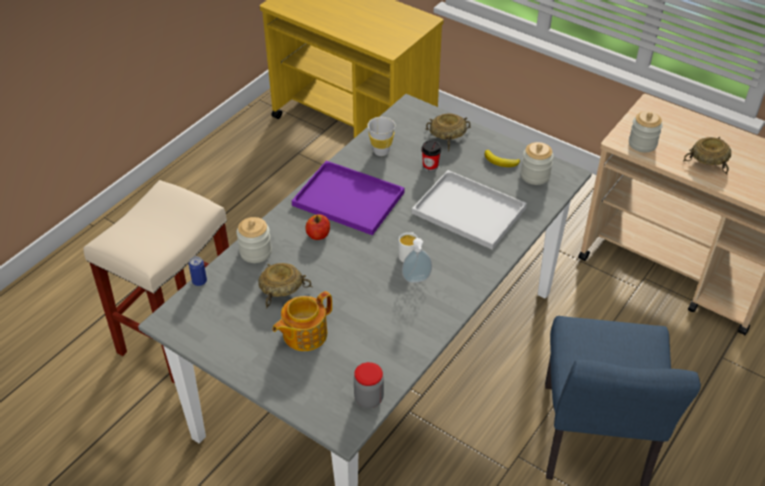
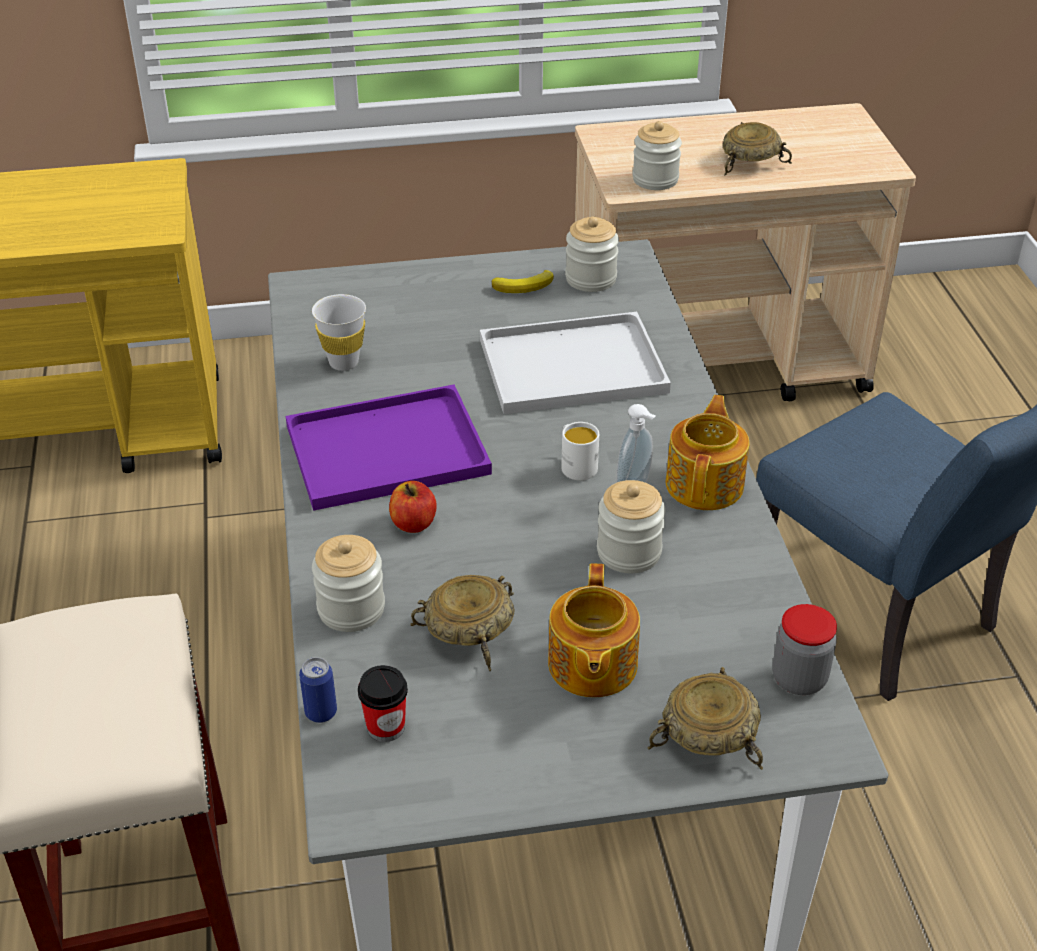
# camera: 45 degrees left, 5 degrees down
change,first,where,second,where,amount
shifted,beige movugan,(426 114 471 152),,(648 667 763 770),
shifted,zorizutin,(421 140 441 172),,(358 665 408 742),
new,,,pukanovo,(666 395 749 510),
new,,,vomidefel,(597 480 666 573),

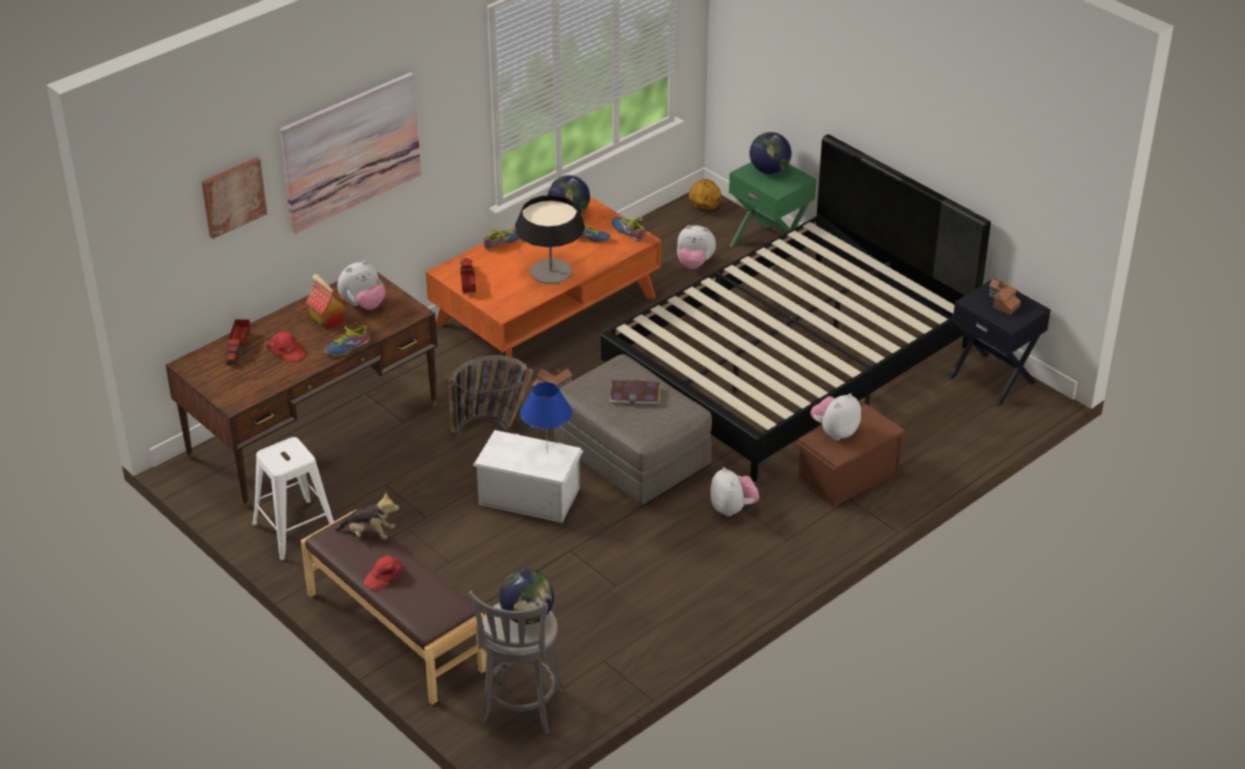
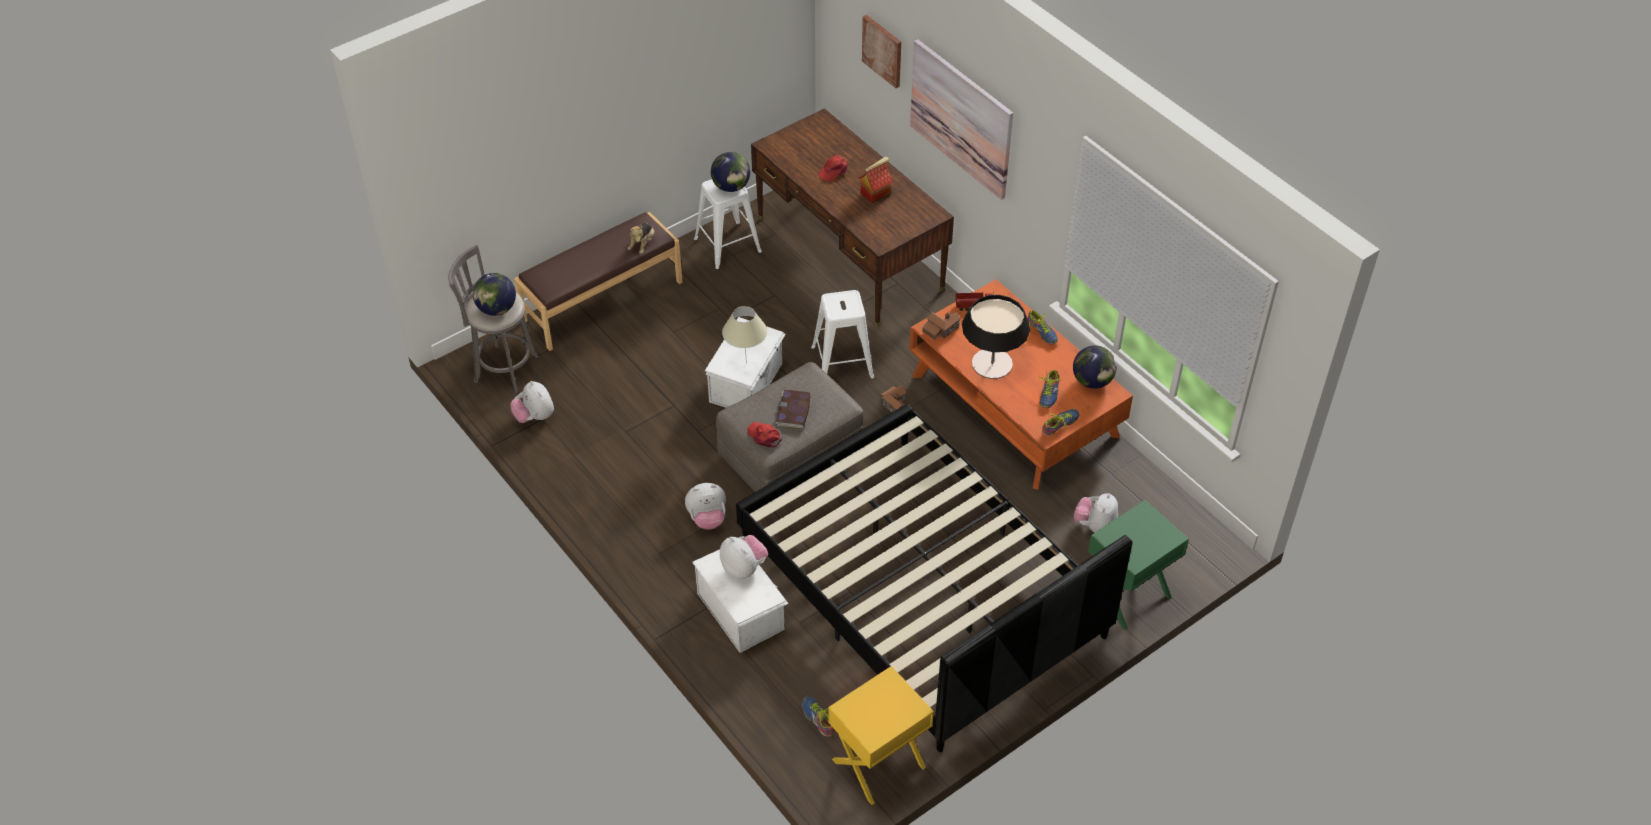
# camera: 95 degrees right, 10 degrees up
change,first,where,second,where,amount
shifted,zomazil,(750 132 792 174),,(711 152 750 192),
gone,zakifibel,(689 179 721 210),,,
shifted,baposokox,(337 260 386 310),,(510 381 554 423),
repainted,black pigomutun,(949 278 1051 407),yellow pigomutun,(828 666 934 805),
shifted,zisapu,(989 279 1021 315),,(922 312 961 340),
gone,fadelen,(226 319 251 365),,,
shifted,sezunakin,(324 323 370 356),,(802 696 835 737),
swapped,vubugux,(448 355 534 439),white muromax,(811 290 874 379),
repainted,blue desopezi,(520 382 572 453),beige desopezi,(722 306 767 363),
repainted,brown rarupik,(795 404 905 508),white rarupik,(692 549 789 653),
shifted,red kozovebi,(363 555 403 591),,(747 422 782 448),

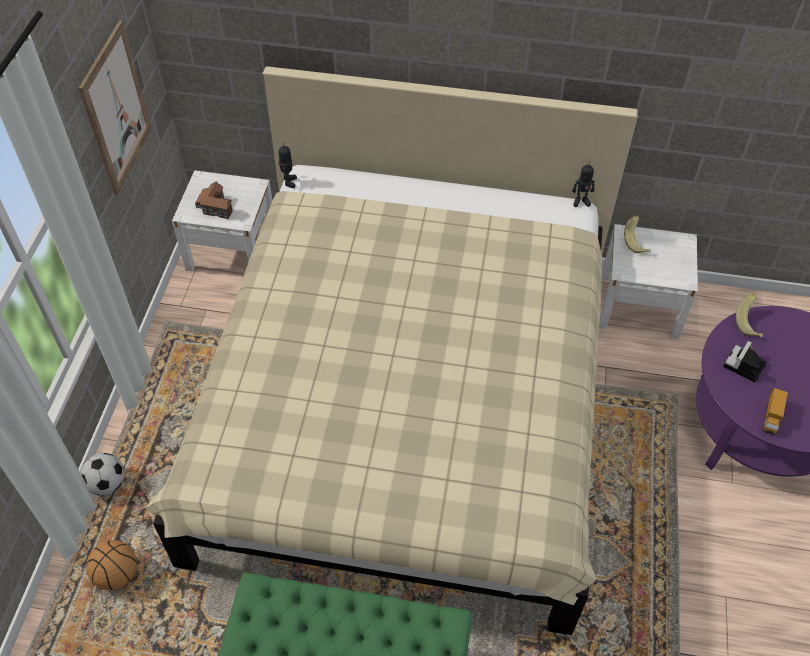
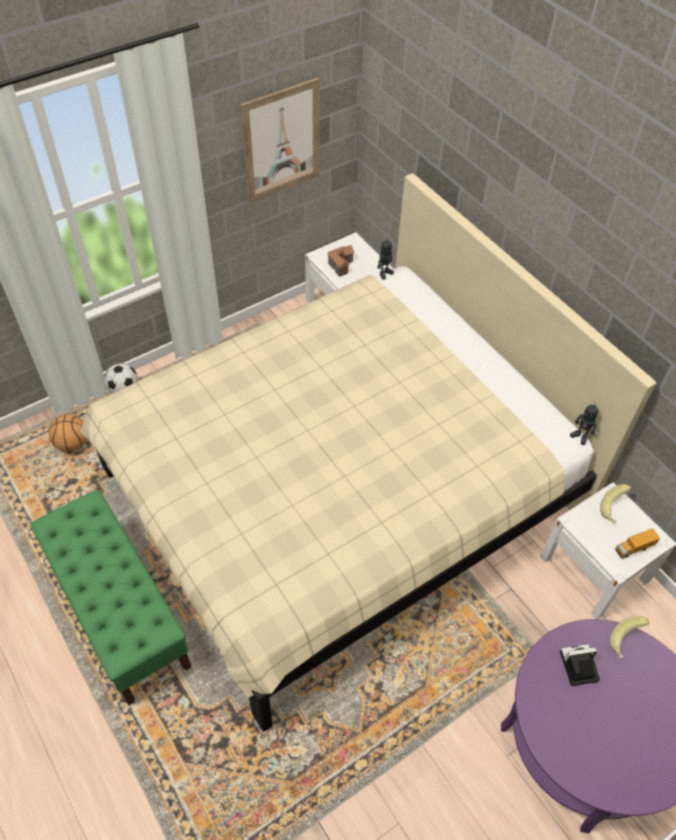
# camera: 45 degrees right, 0 degrees up
change,first,where,second,where,amount
shifted,fadelen,(762 388 788 435),,(615 528 660 559),

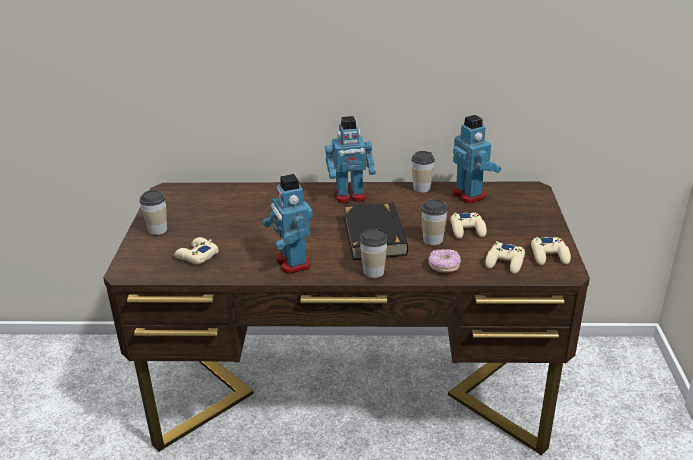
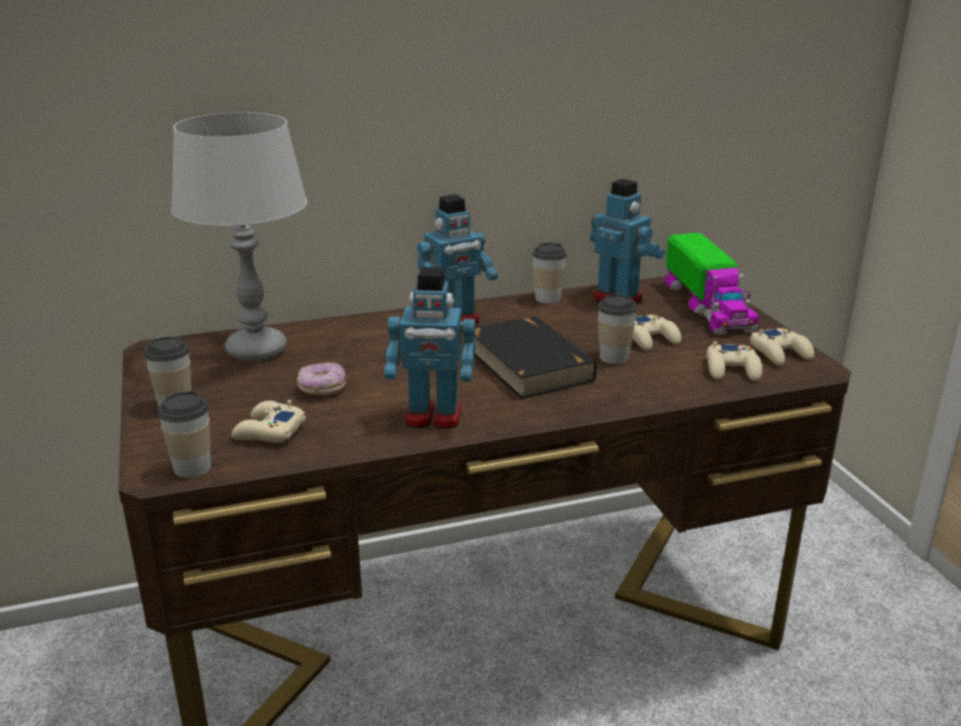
# camera: 20 degrees left, 5 degrees down
change,first,where,second,where,amount
rotated,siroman,(262 174 313 274),,(384 267 476 429),45 degrees counterclockwise
shifted,zorizutin,(360 229 388 278),,(158 390 211 478),
shifted,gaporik,(428 249 461 273),,(297 362 347 395),
new,,,grey desopezi,(171 113 307 362),
new,,,fadelen,(665 233 759 335),

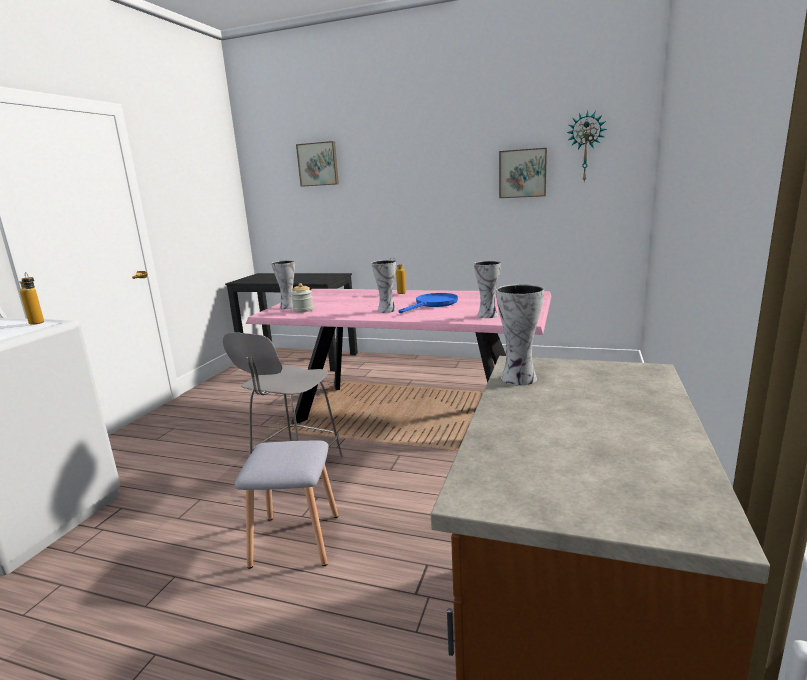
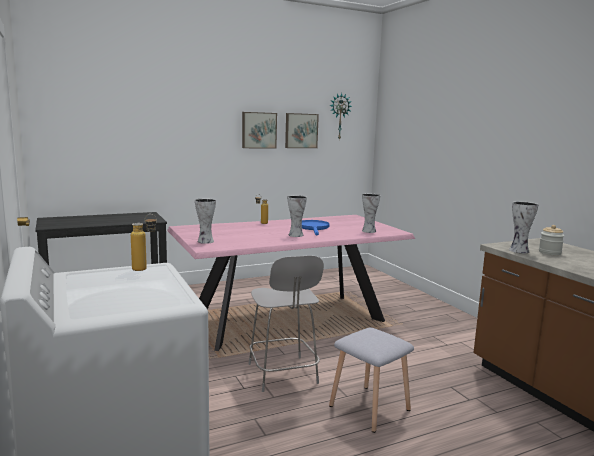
# camera: 45 degrees left, 5 degrees down
change,first,where,second,where,amount
shifted,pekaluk,(296 141 339 187),,(242 112 277 148),
shifted,vomidefel,(291 283 313 313),,(539 225 564 255),

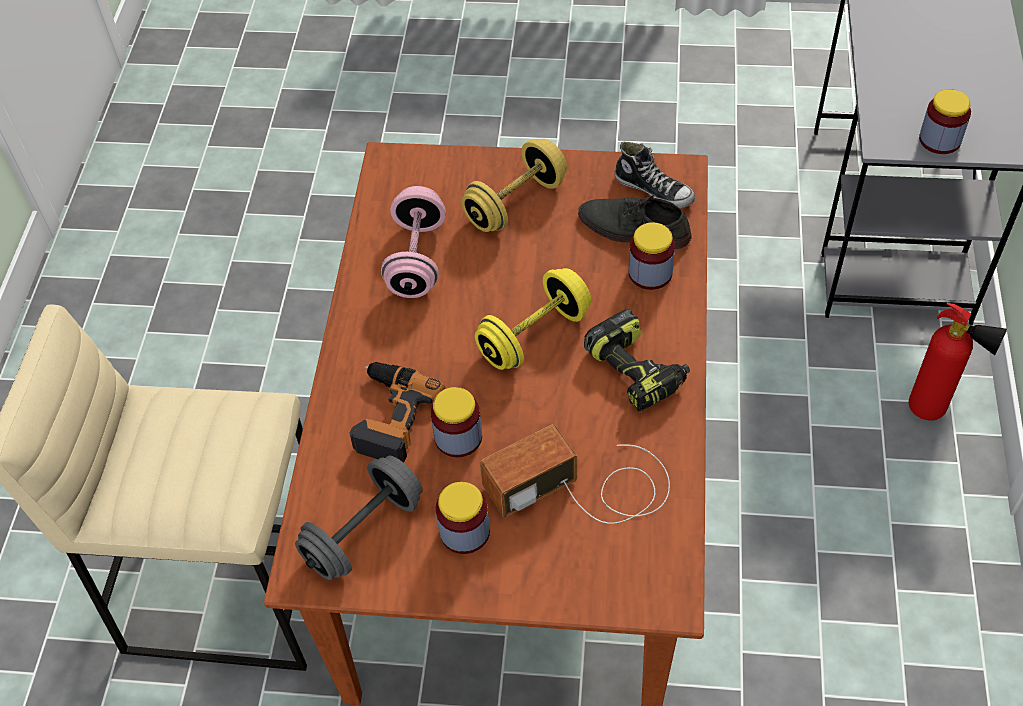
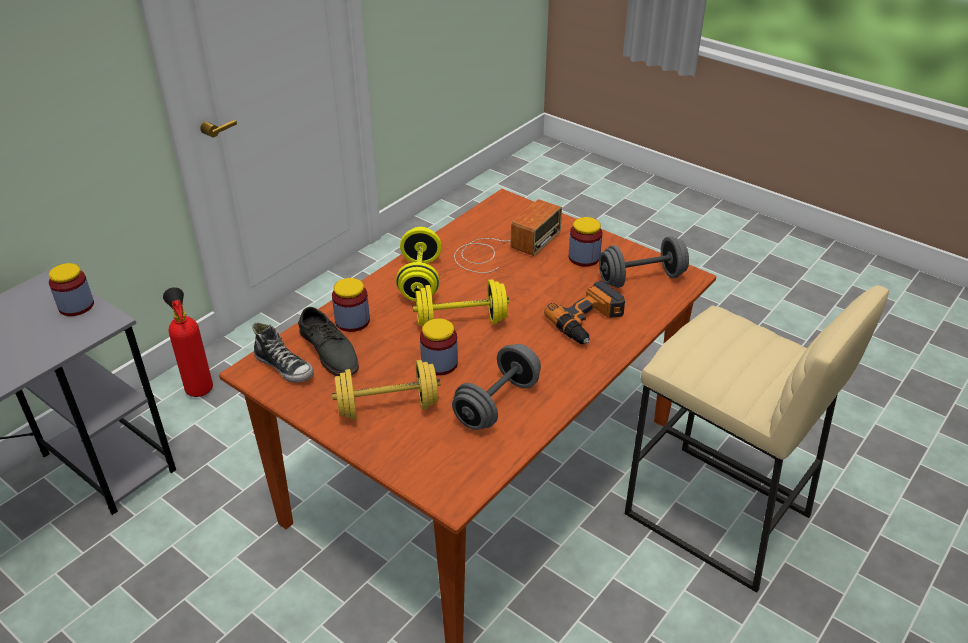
# camera: 150 degrees left, 15 degrees down
change,first,where,second,where,amount
rotated,sezunakin,(615 142 695 208),,(252 323 314 382),150 degrees clockwise
repainted,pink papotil,(381 186 446 298),grey papotil,(452 344 541 430),
swapped,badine,(584 309 690 412),yellow papotil,(396 227 441 301),
shifted,vomidefel,(430 387 482 457),,(420 318 458 376),
rotated,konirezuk,(480 424 670 524),,(454 199 562 273),60 degrees counterclockwise

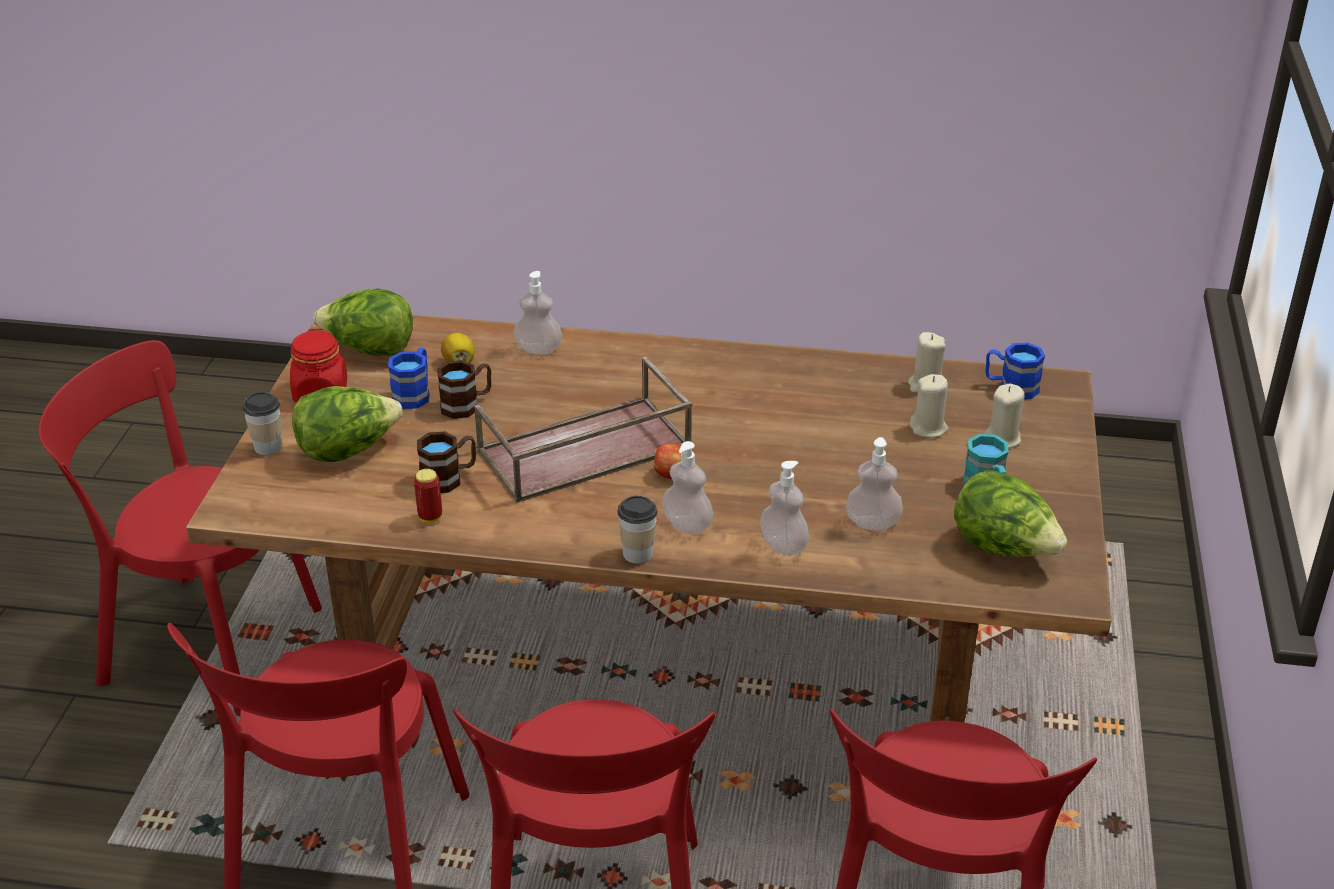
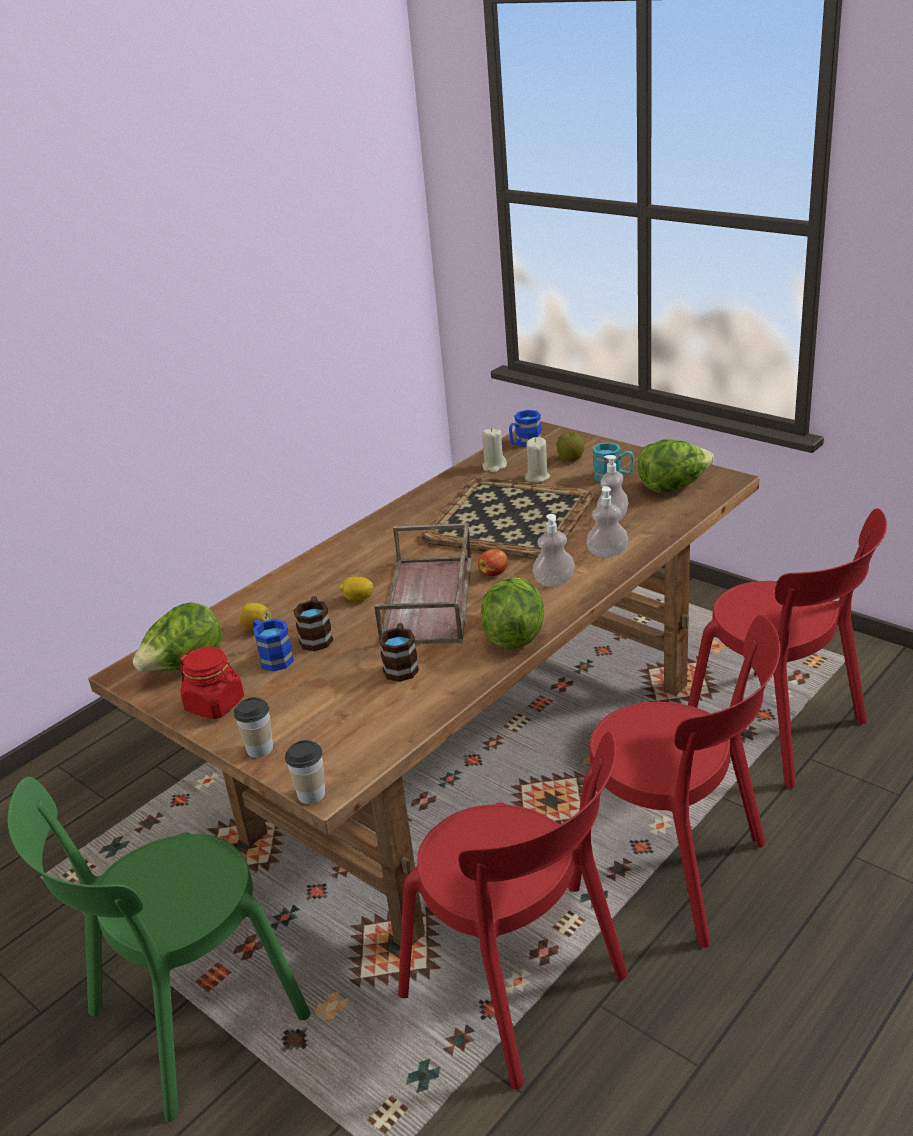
# camera: 55 degrees left, 5 degrees down
change,first,where,second,where,amount
gone,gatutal,(514 271 562 355),,,
repainted,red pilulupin,(39 340 322 716),green pilulupin,(8 777 310 1122),
swapped,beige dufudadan,(984 384 1025 448),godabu,(556 432 584 462),
shifted,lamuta,(292 386 403 462),,(481 578 544 649),
gone,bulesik,(414 469 442 523),,,
shifted,zorizutin,(618 496 657 564),,(285 740 325 804),
new,,,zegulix,(421 477 594 559),
new,,,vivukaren,(339 577 374 601),

